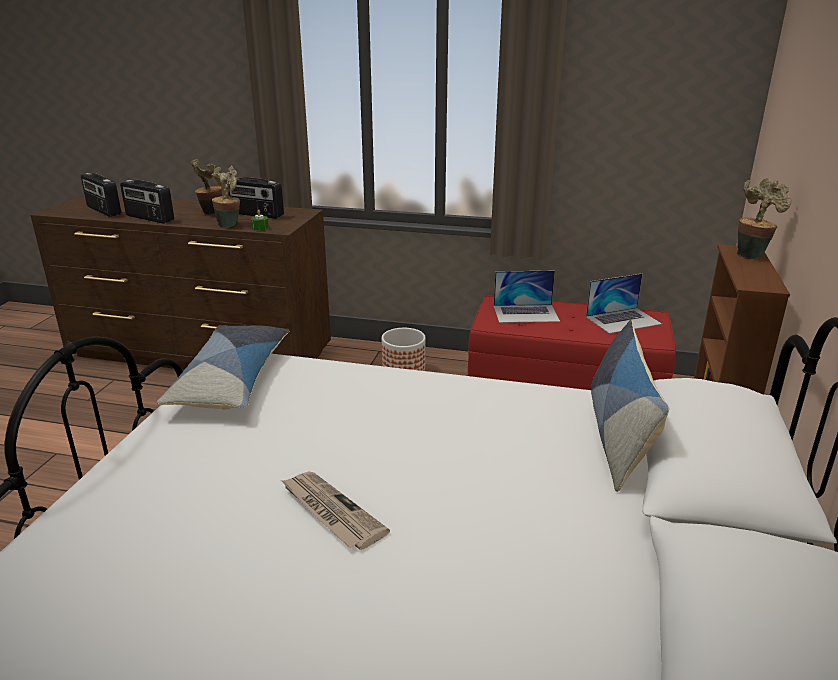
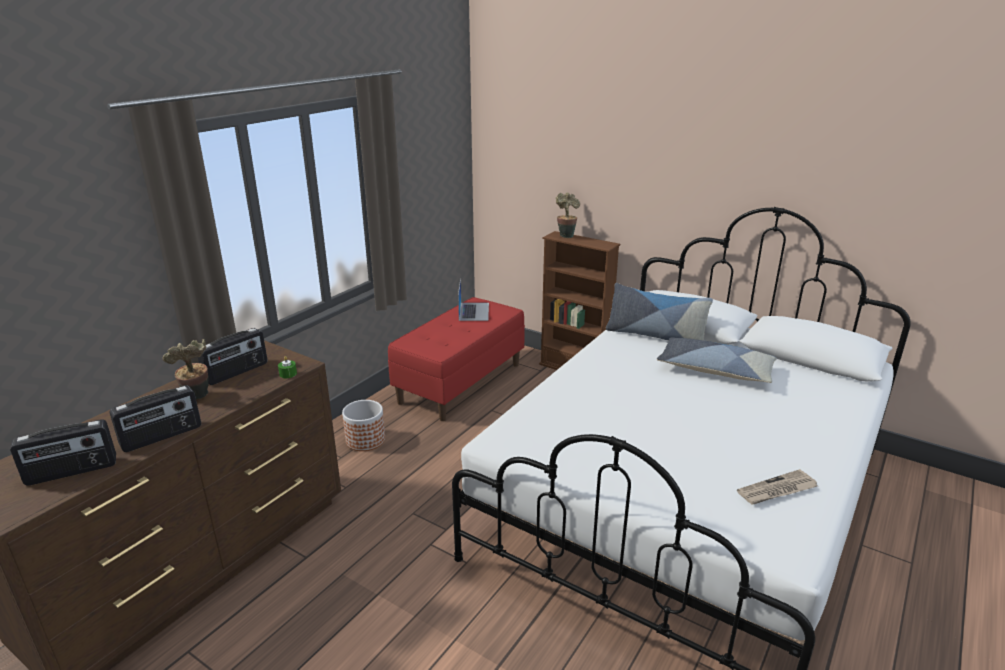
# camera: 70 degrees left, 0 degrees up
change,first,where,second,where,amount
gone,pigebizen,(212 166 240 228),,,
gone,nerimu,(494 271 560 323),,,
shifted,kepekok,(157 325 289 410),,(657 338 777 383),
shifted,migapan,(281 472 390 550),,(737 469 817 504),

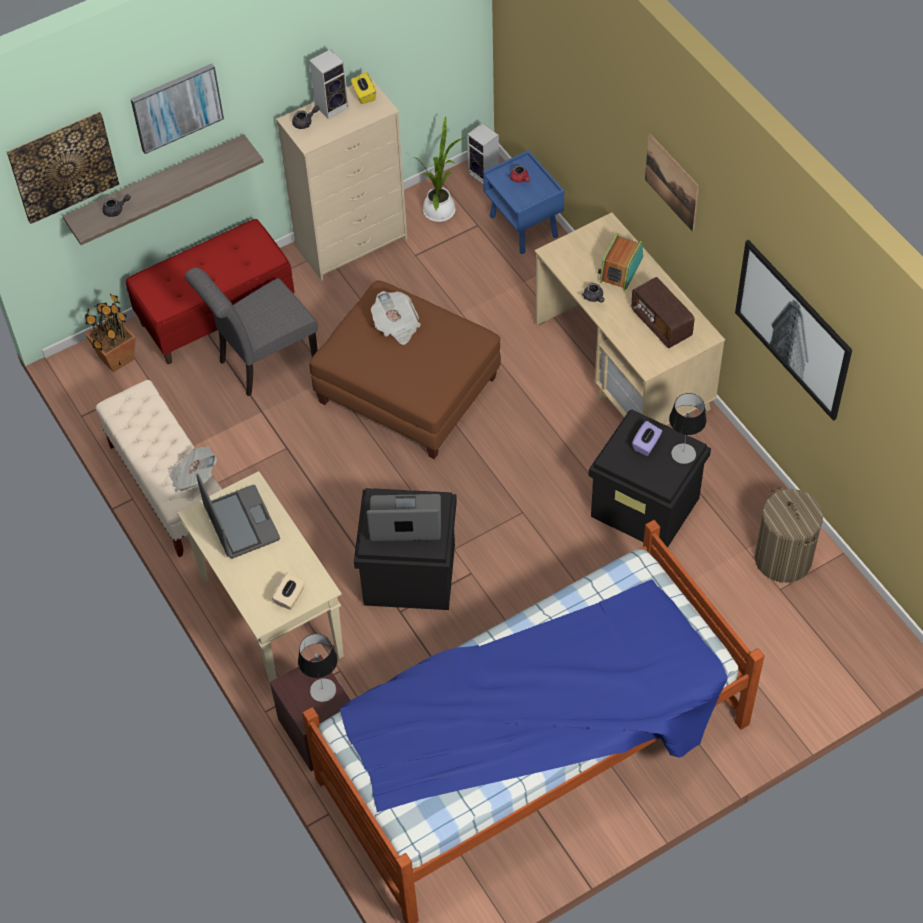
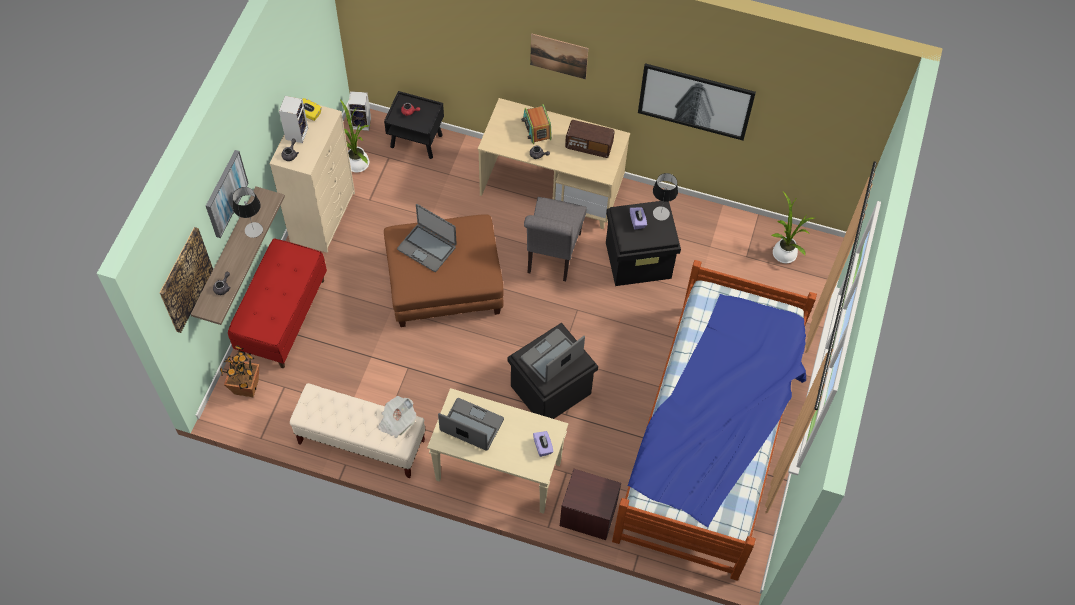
# camera: 45 degrees left, 5 degrees up
change,first,where,second,where,amount
repainted,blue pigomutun,(483 150 564 254),black pigomutun,(384 91 444 159),
shifted,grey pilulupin,(185 267 318 396),,(524 197 587 281),
swapped,migapan,(371 291 421 345),nerimu,(397 204 457 272),
gone,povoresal,(755 487 823 583),,,
repainted,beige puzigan,(272 572 305 610),purple puzigan,(533 431 554 457),
shifted,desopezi,(298 634 337 702),,(232 187 263 238),
new,,,pigebizen,(772 192 814 263),

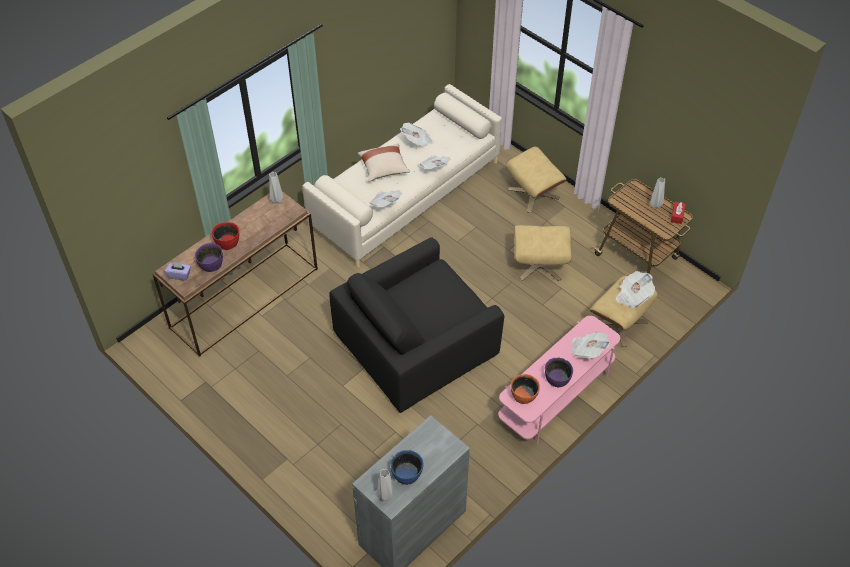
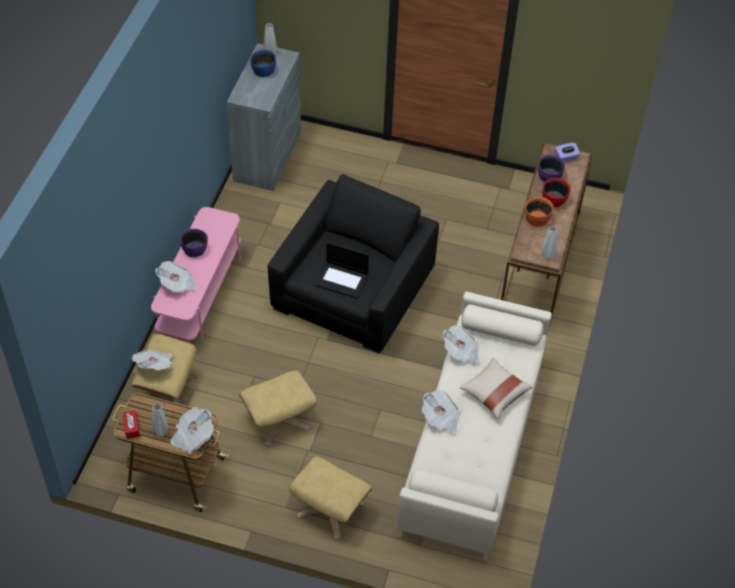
# camera: 150 degrees right, 0 degrees up
change,first,where,second,where,amount
shifted,migapan,(400 123 434 146),,(170 407 214 454),
shifted,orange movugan,(511 374 540 404),,(525 197 554 227),
new,,,nerimu,(315 242 369 299),

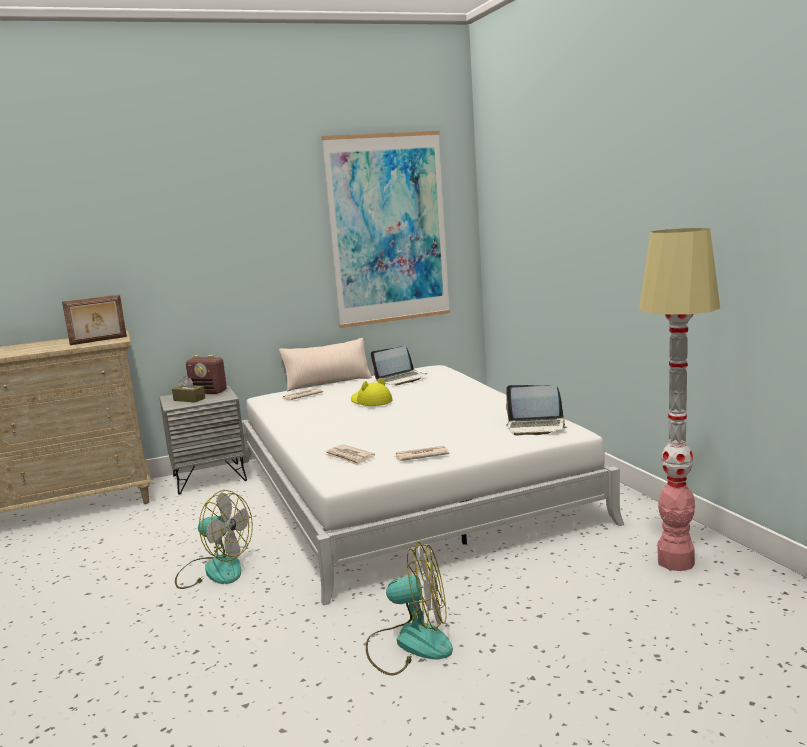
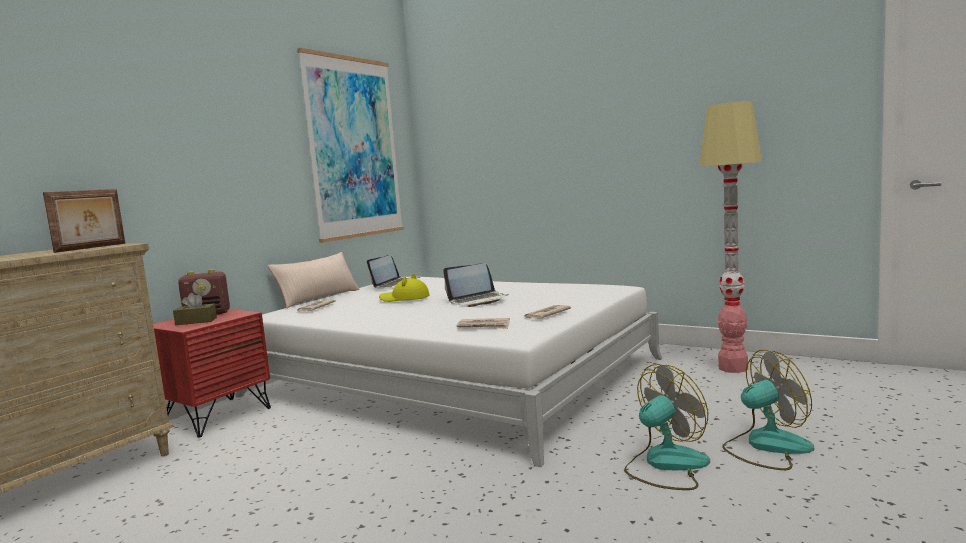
# camera: 35 degrees left, 5 degrees down
change,first,where,second,where,amount
shifted,nerimu,(506 385 567 435),,(443 263 509 307),
repainted,grey pigomutun,(159 386 247 494),red pigomutun,(153 309 271 438),
shifted,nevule,(175 490 253 589),,(722 350 814 470),

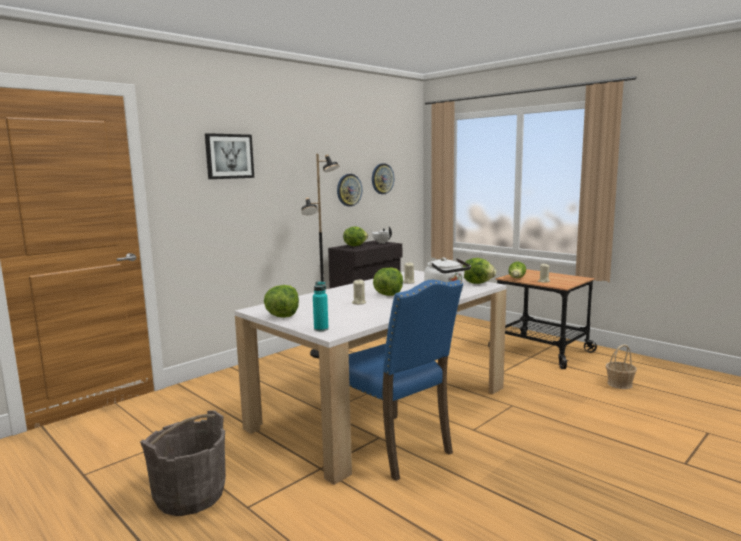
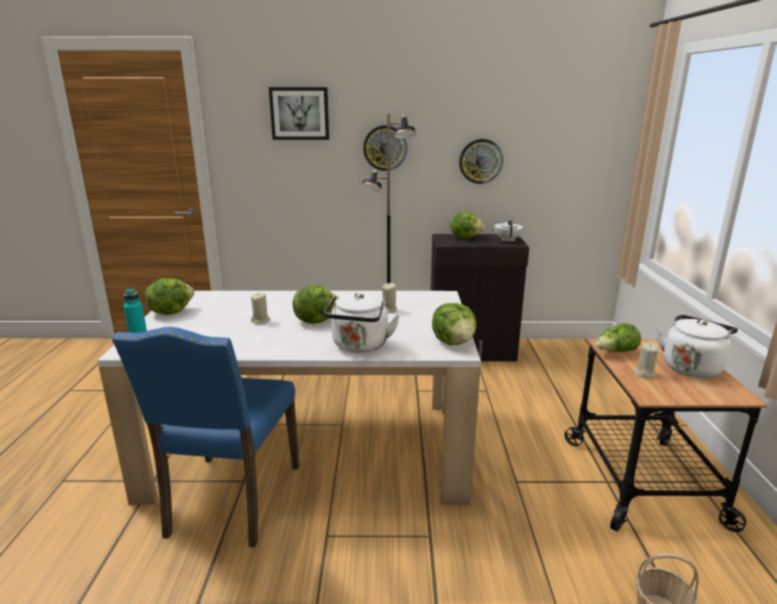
# camera: 45 degrees right, 10 degrees up
change,first,where,second,where,amount
shifted,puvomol,(372 163 394 194),,(363 125 407 171),
gone,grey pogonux,(140 411 226 516),,,
new,,,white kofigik,(656 314 738 378),

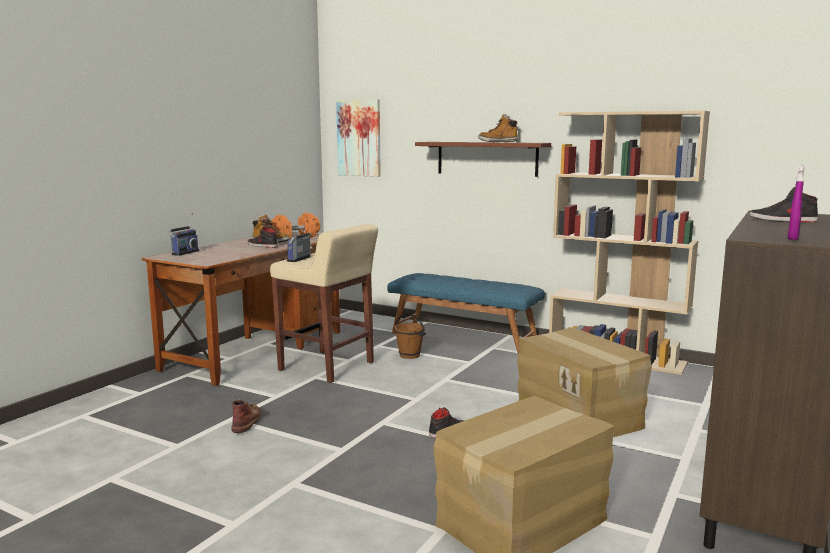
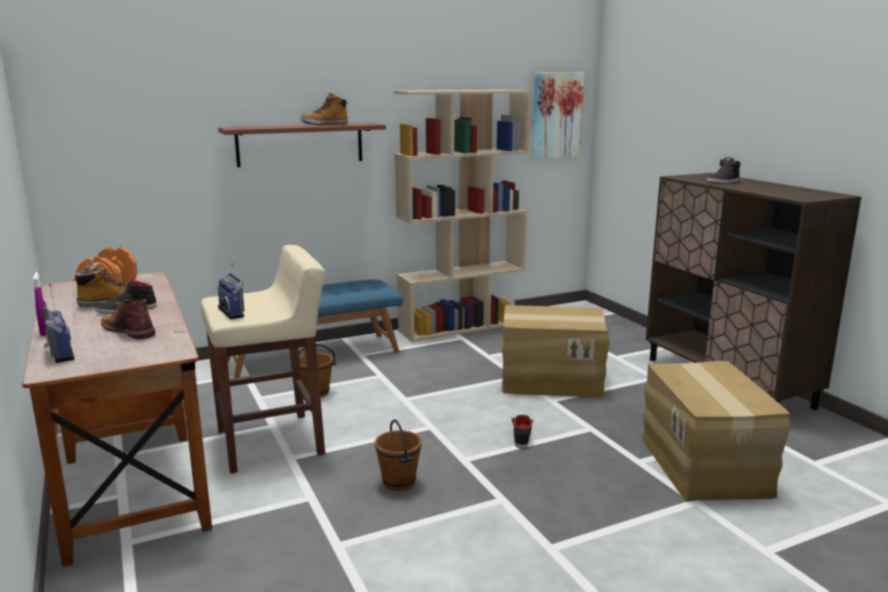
# camera: 55 degrees left, 5 degrees up
change,first,where,second,where,amount
shifted,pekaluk,(336 99 381 177),,(532 72 584 160),
shifted,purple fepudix,(788 166 804 240),,(33 272 47 336),
shifted,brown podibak,(231 399 262 433),,(101 299 155 339),
new,,,brown pogonux,(374 419 422 491),

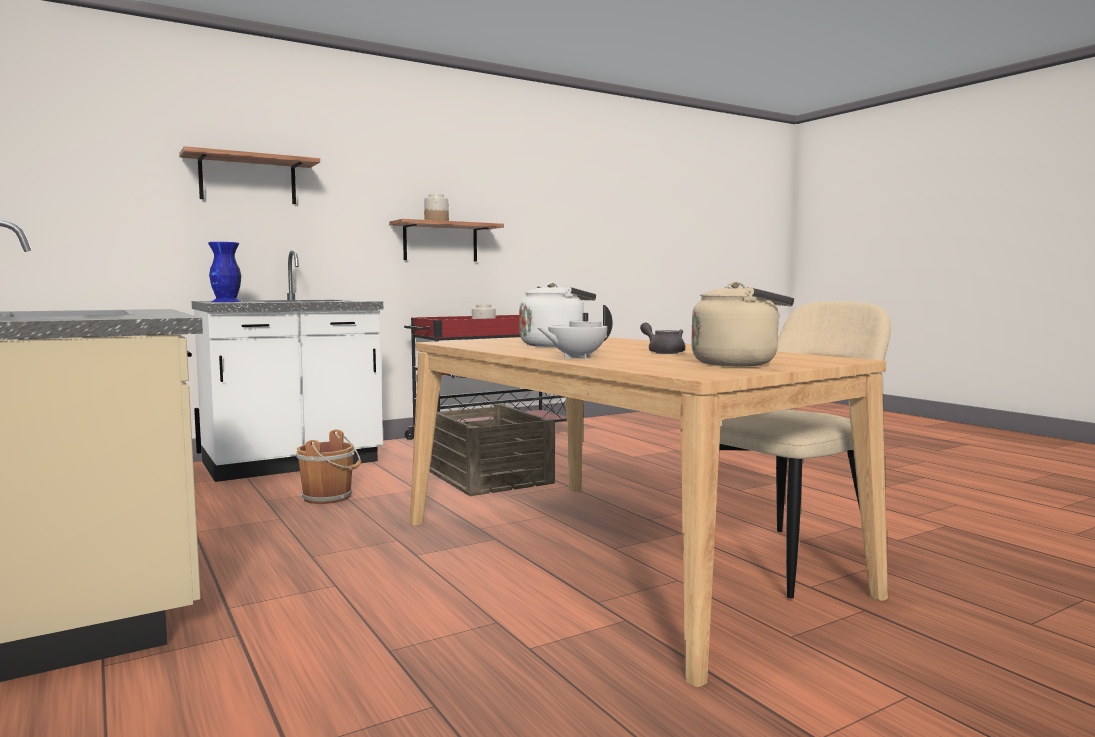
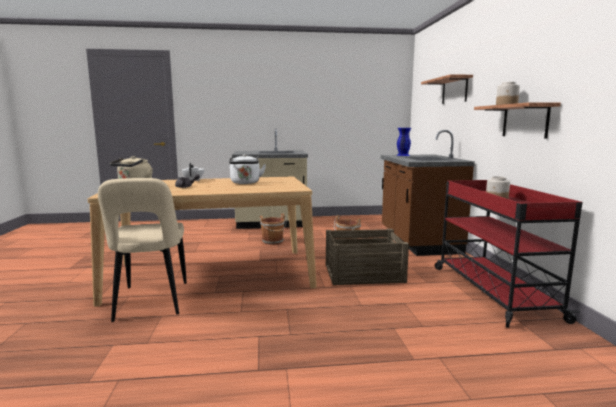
# camera: 115 degrees right, 5 degrees up
change,first,where,second,where,amount
repainted,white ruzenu,(192 250 383 482),brown ruzenu,(381 130 475 256),
new,,,brown pogonux,(260 213 286 245),

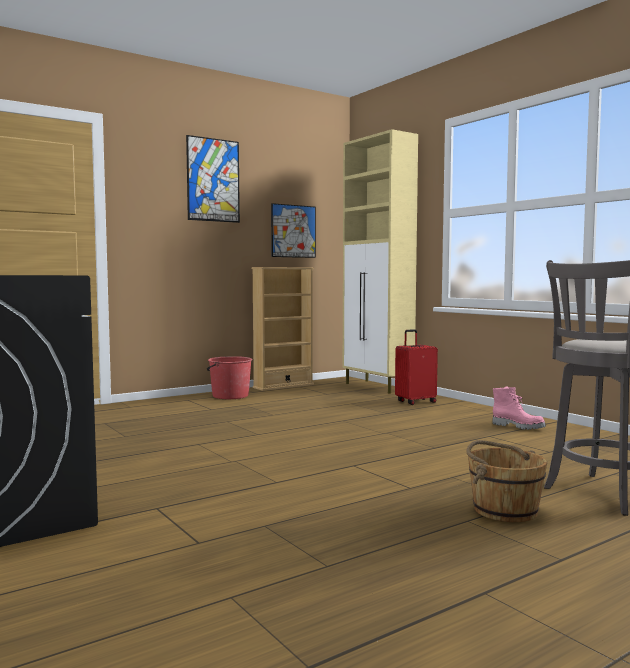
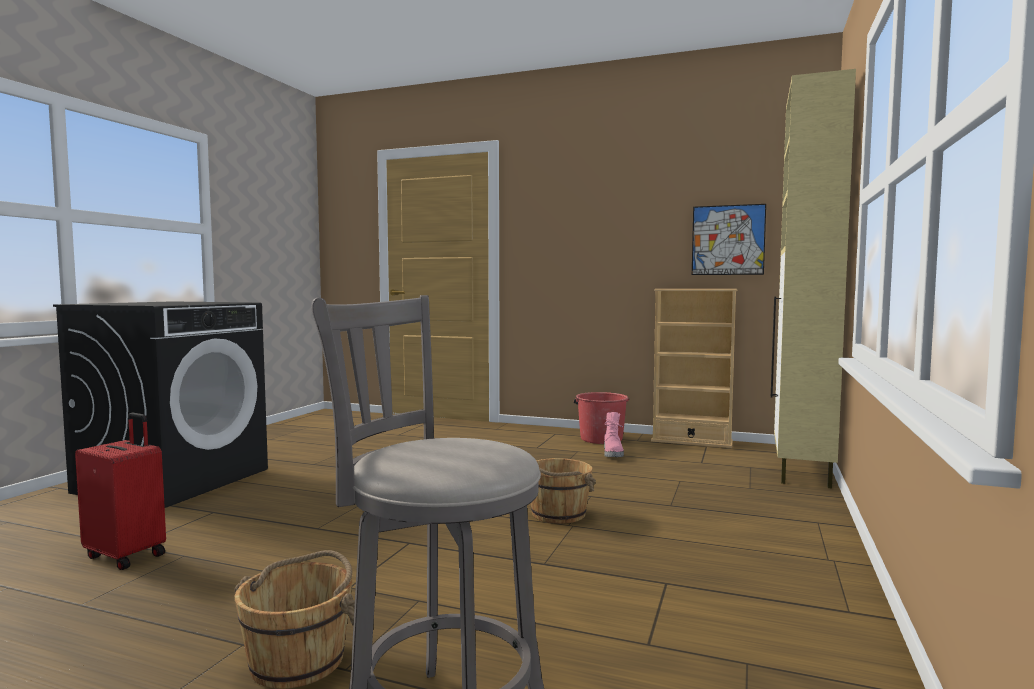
# camera: 55 degrees right, 0 degrees up
change,first,where,second,where,amount
gone,pekaluk,(186 135 240 223),,,
shifted,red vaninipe,(395 329 438 405),,(75 413 166 570),
shifted,pink podibak,(492 386 546 430),,(604 412 624 457),
new,,,brown pogonux,(531 458 596 524),

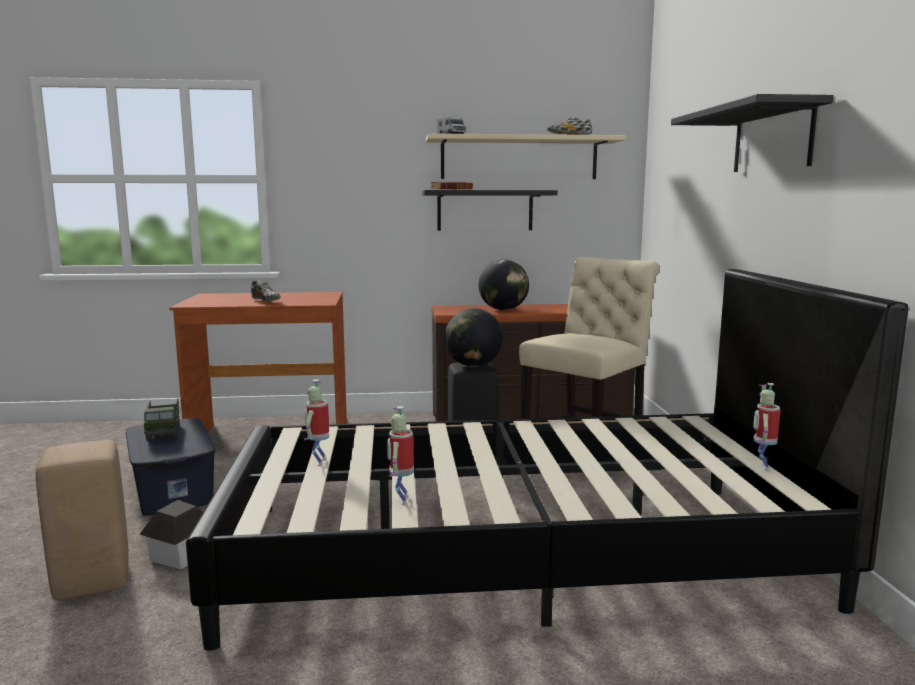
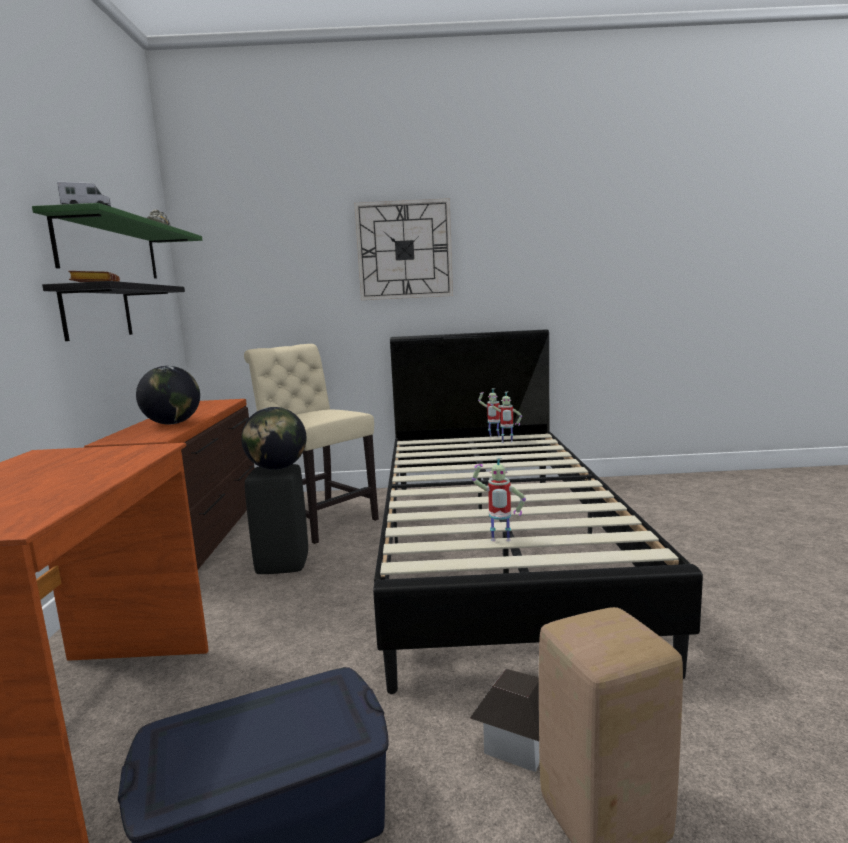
# camera: 85 degrees left, 0 degrees up
change,first,where,second,where,amount
swapped,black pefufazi,(671 94 833 172),puvomol,(354 198 453 300),
repainted,beige pefufazi,(426 133 626 179),green pefufazi,(32 203 202 278),
gone,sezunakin,(251 280 281 302),,,
gone,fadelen,(144 398 179 441),,,
shifted,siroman,(387 406 414 505),,(491 392 522 443),

